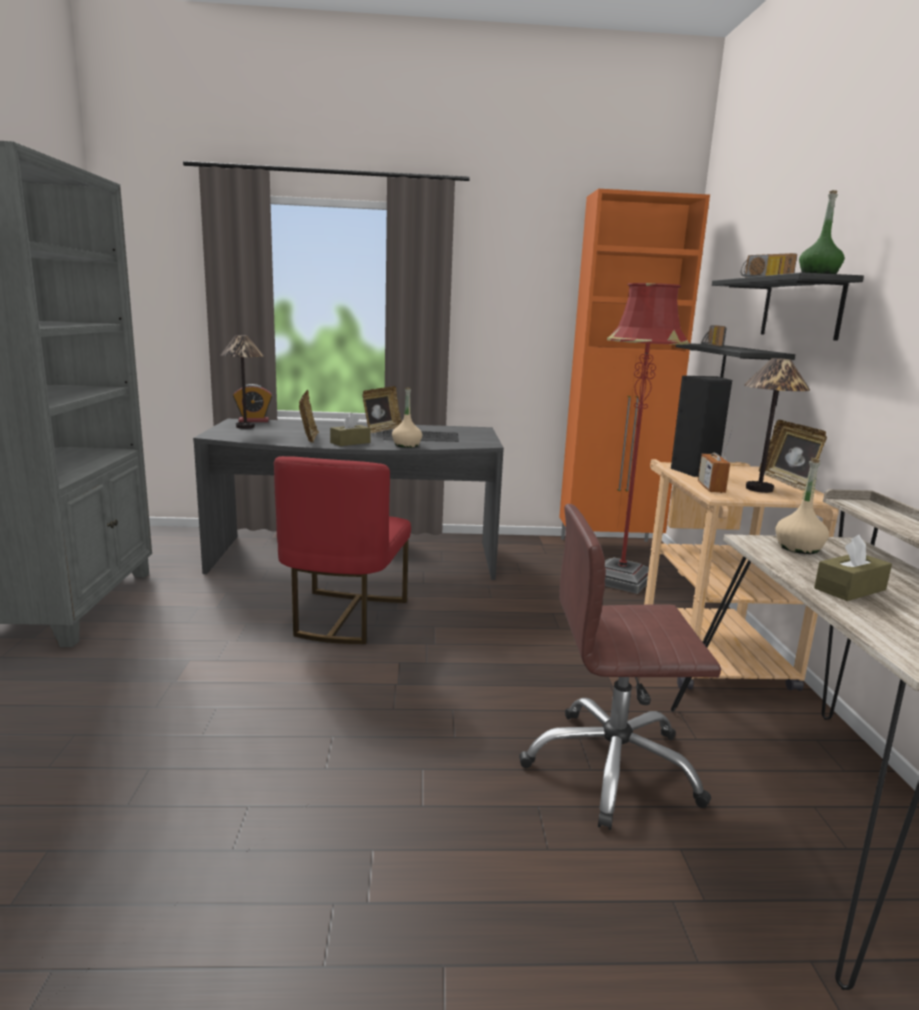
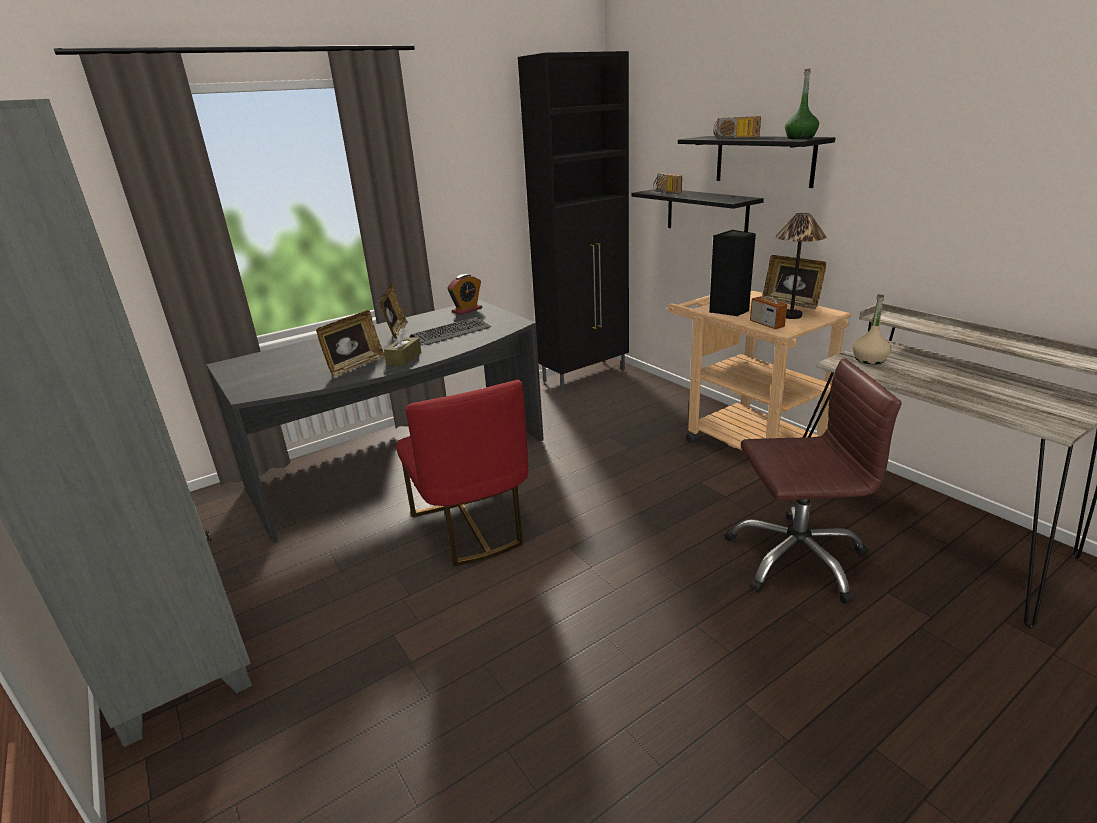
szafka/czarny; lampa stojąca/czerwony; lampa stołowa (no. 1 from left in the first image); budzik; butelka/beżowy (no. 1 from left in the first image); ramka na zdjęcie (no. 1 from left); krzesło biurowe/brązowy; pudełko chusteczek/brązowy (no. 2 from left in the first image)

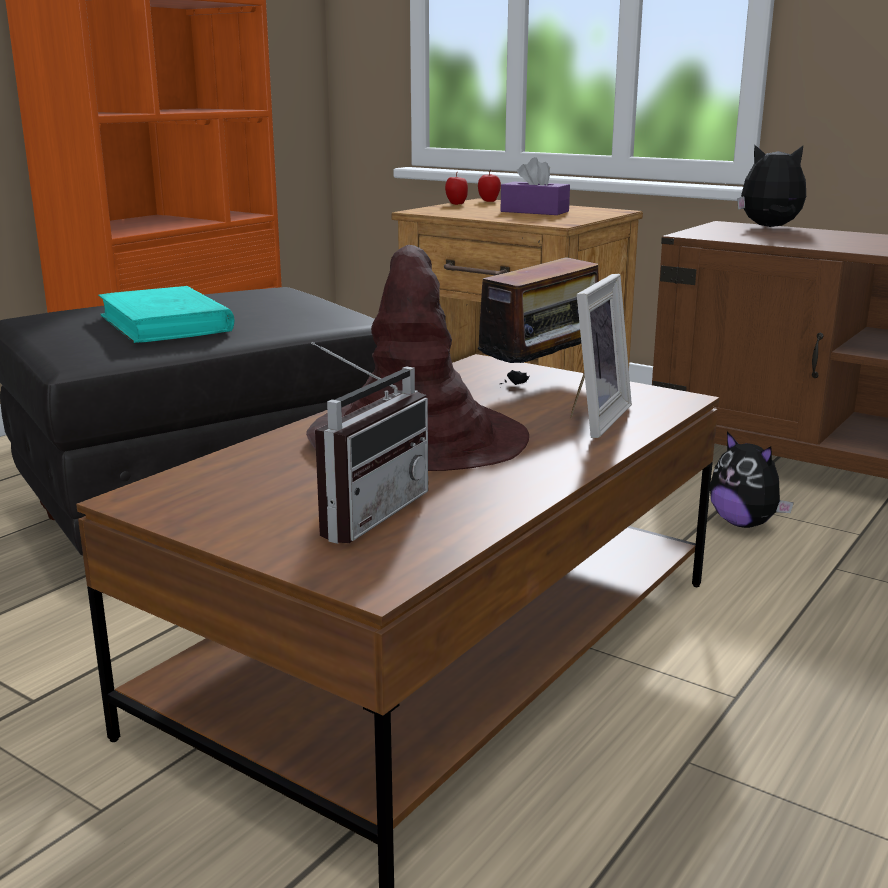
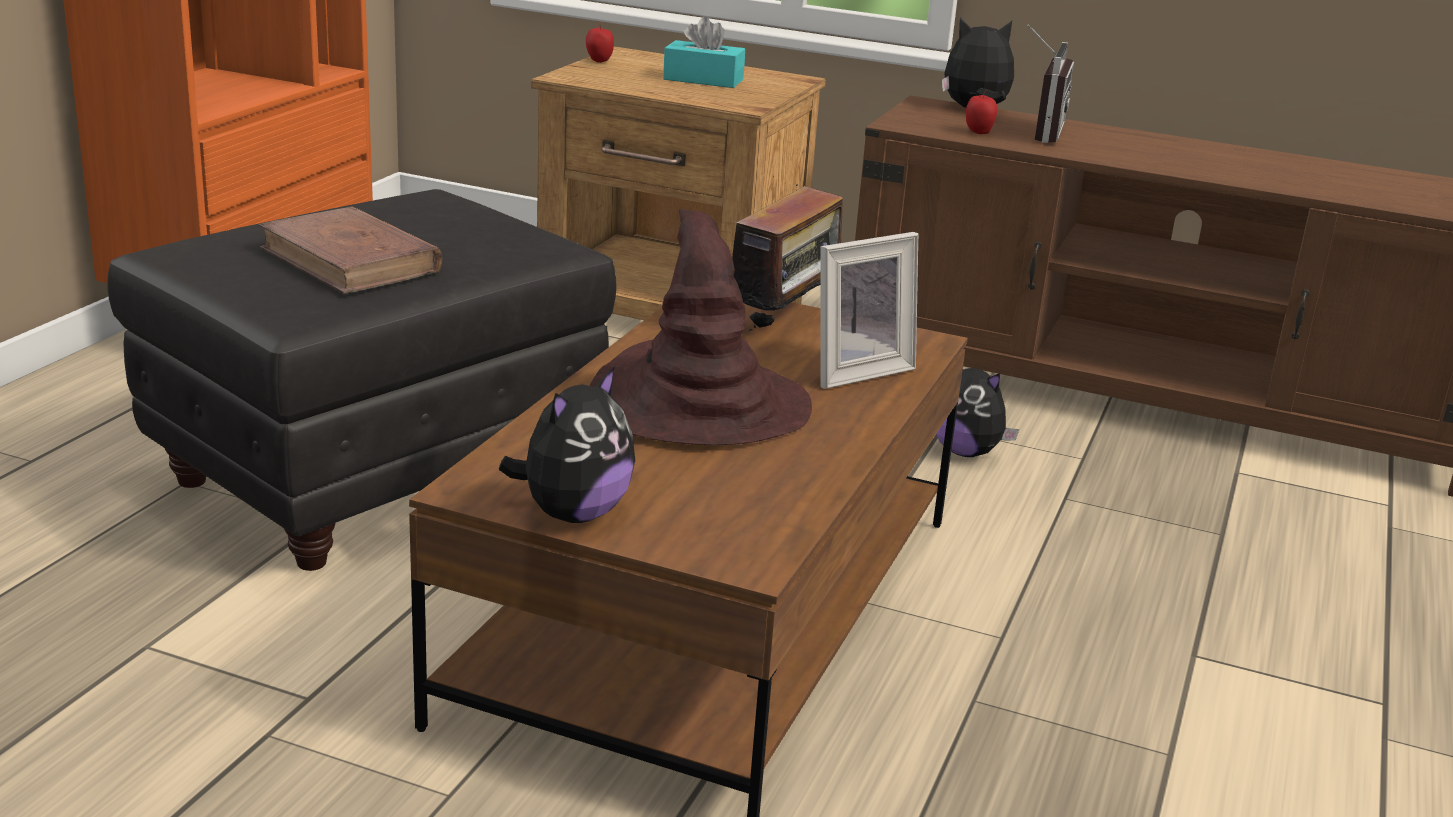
pudełko chusteczek/turkusowy; jabłko (no. 2 from left); ramka na zdjęcie; książka/brązowy; radio (no. 2 from left); pluszak (no. 1 from left)

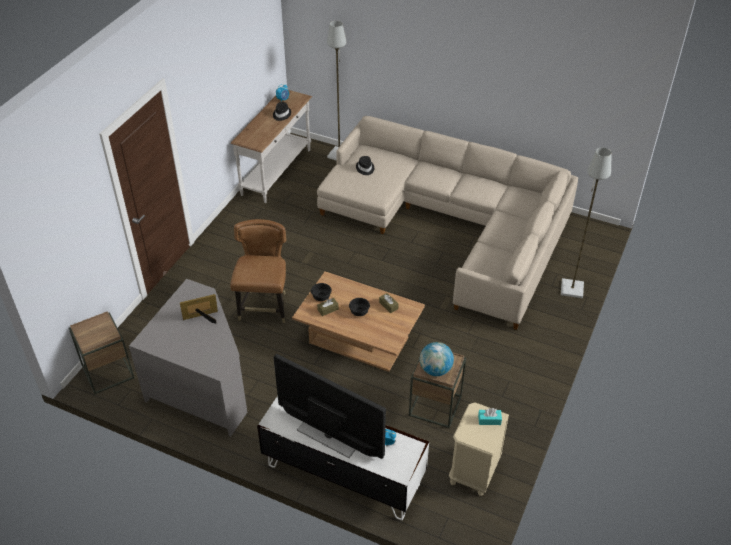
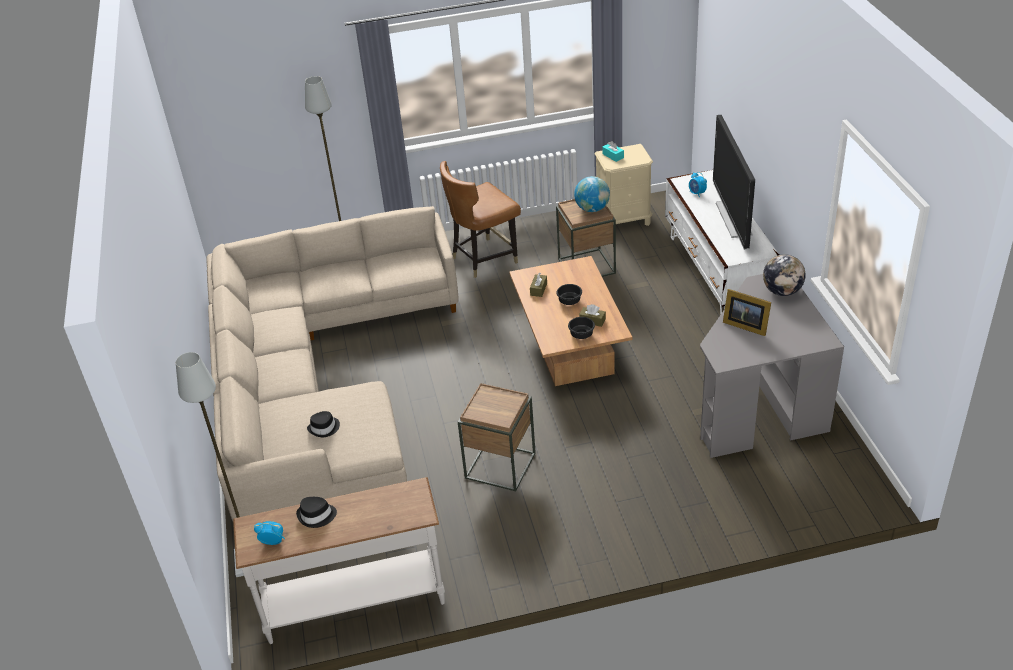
krzesło/brązowy; stolik/brązowy (no. 1 from left); globus (no. 2 from left)

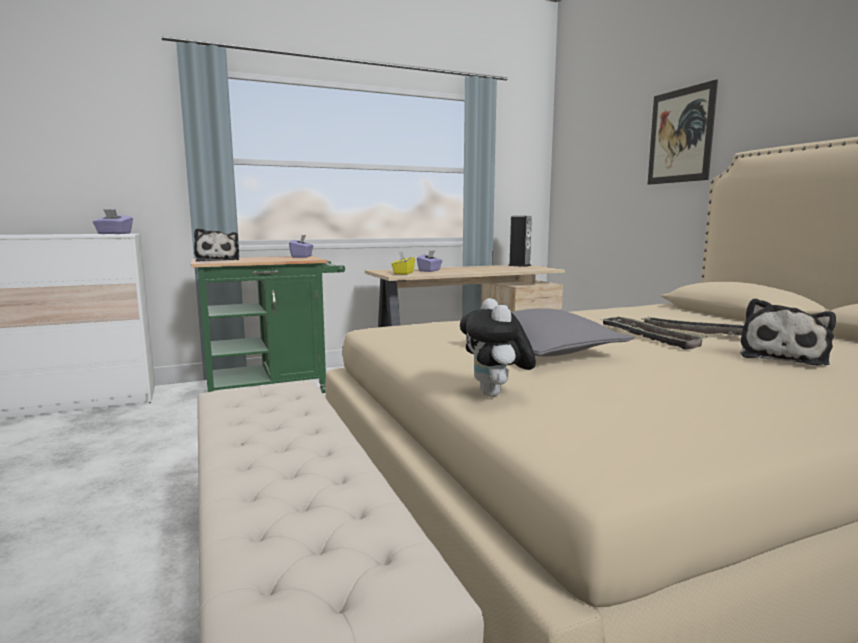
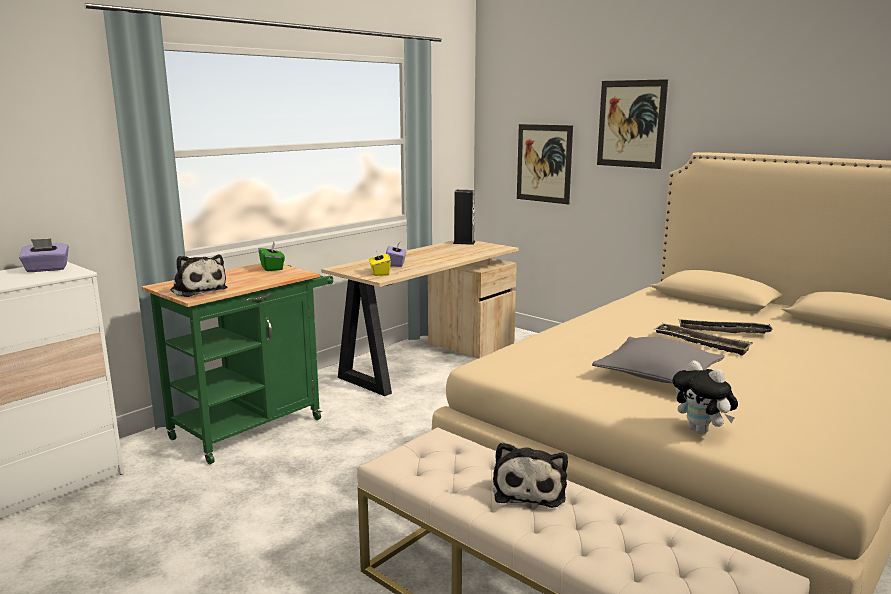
pudełko chusteczek/zielony; pluszak (no. 2 from left); obraz (no. 1 from left)

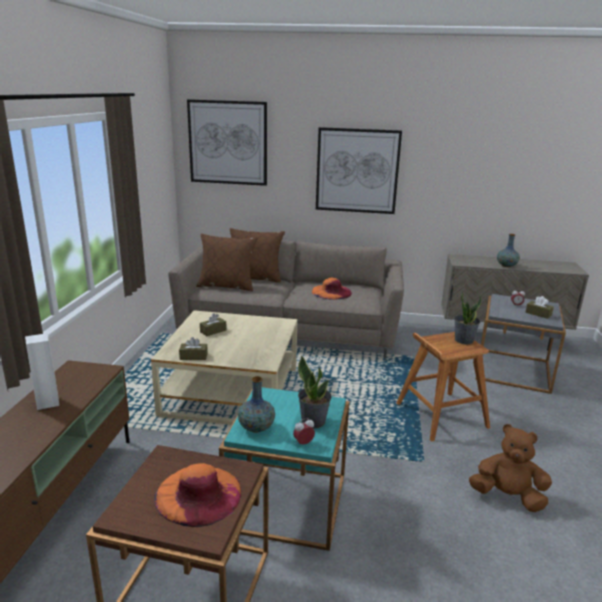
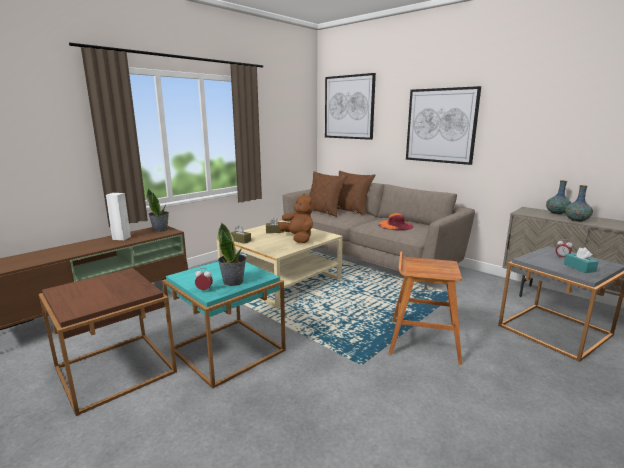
roślina doniczkowa (no. 1 from left); pudełko chusteczek/turkusowy; wazon (no. 1 from left); pluszak/brązowy; kapelusz/pomarańczowy (no. 1 from left in the first image)

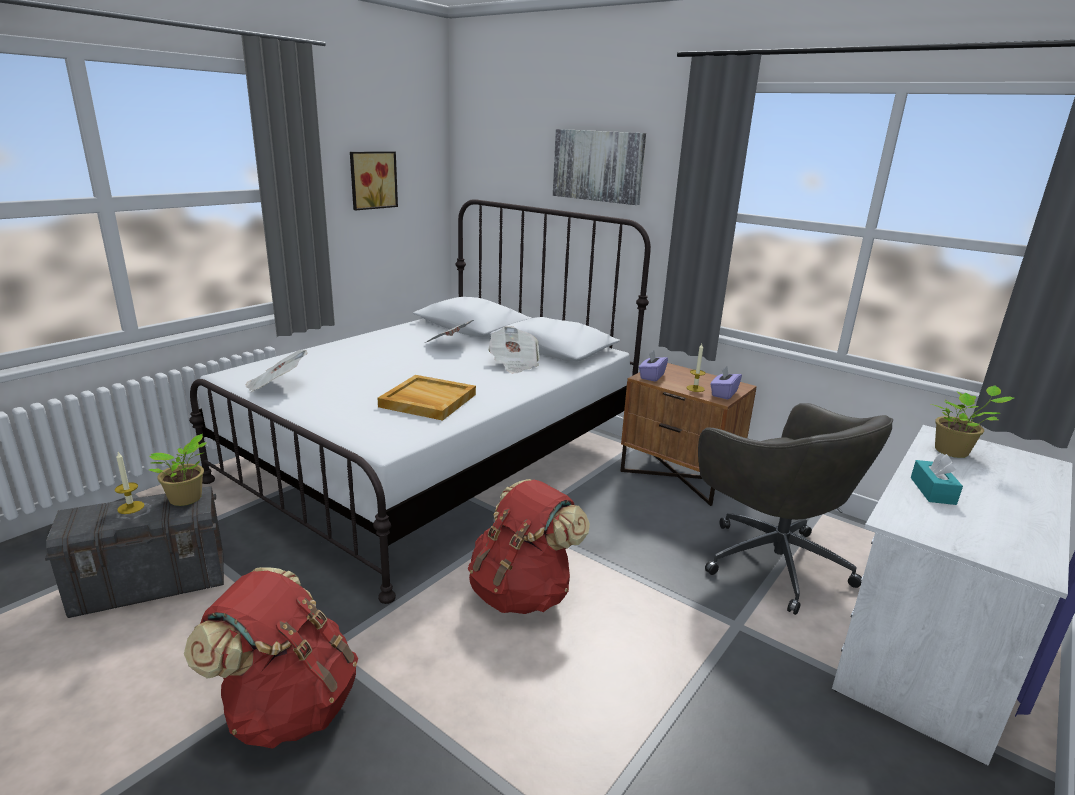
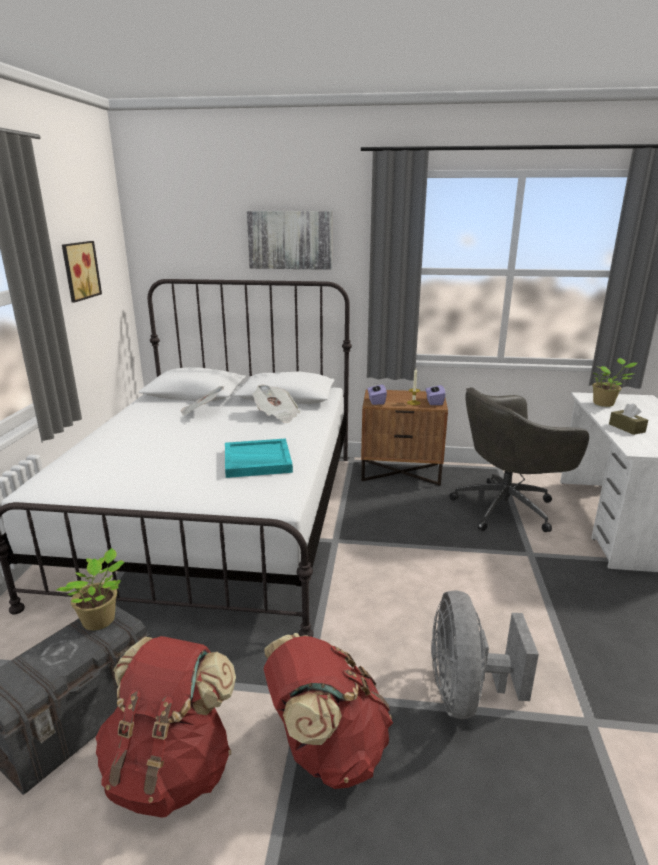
gazeta (no. 1 from left in the first image); taca/turkusowy; krzesło biurowe/szary; świeca (no. 1 from left in the first image); pudełko chusteczek/brązowy; plecak/czerwony (no. 1 from left); wentylator/szary

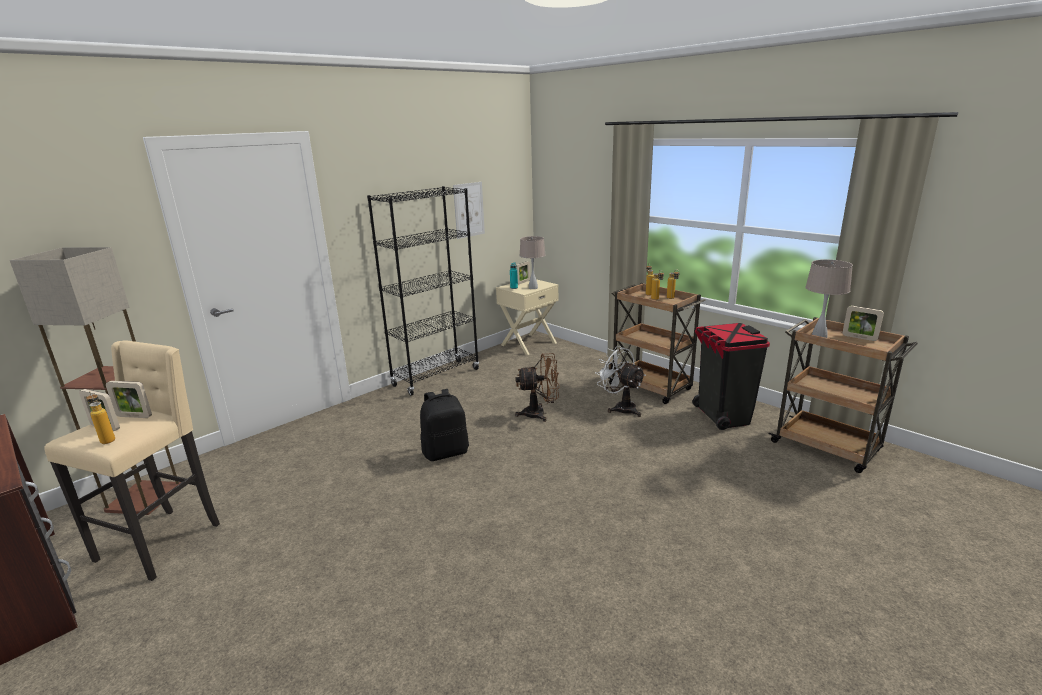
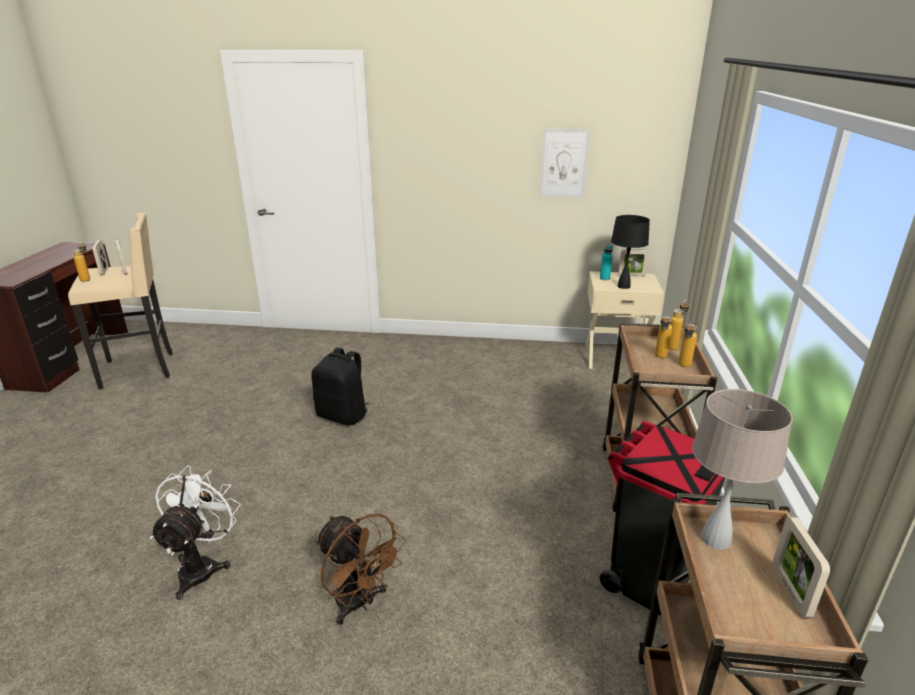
regał/czarny; lampa stołowa/czarny; lampa stojąca; wentylator/biały; wentylator/brązowy

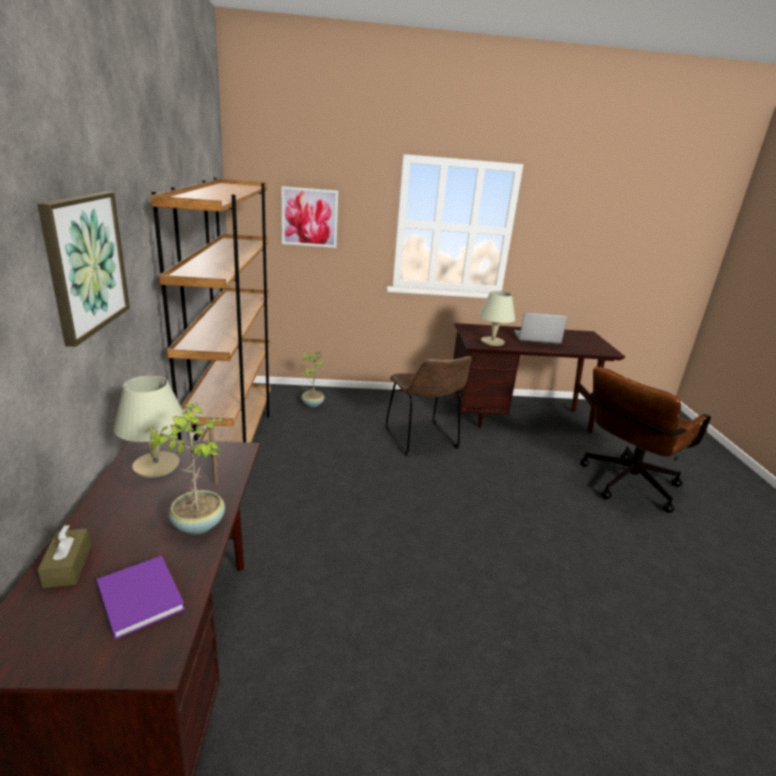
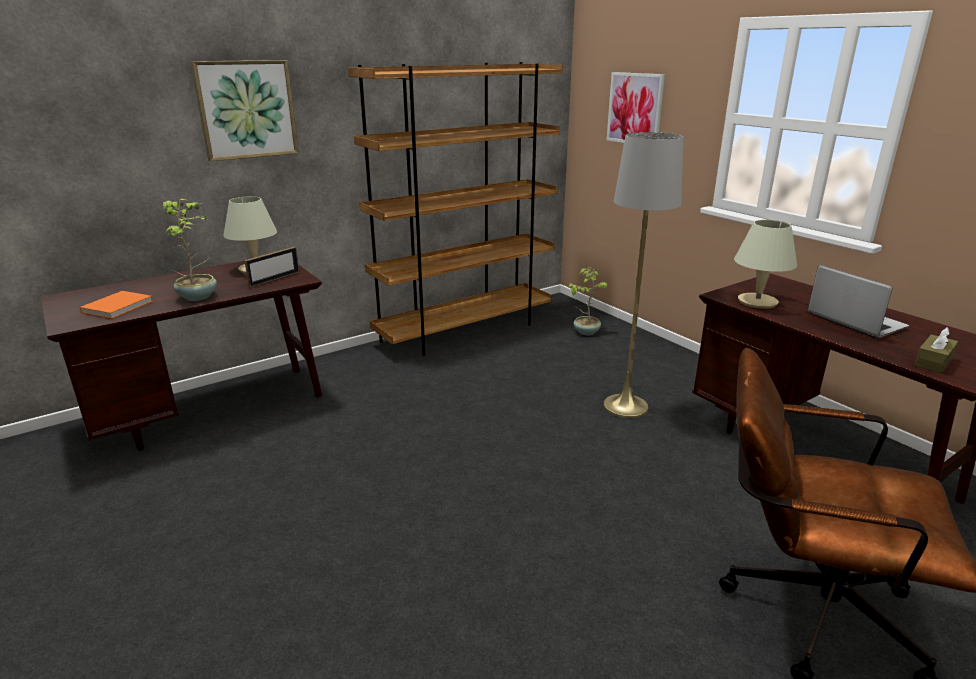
lampa stojąca/szary; pudełko chusteczek/brązowy; książka/pomarańczowy

